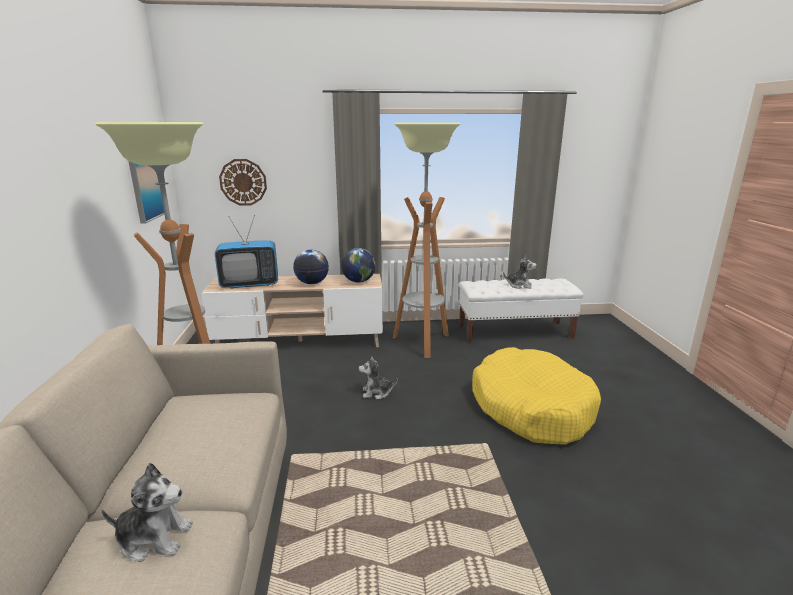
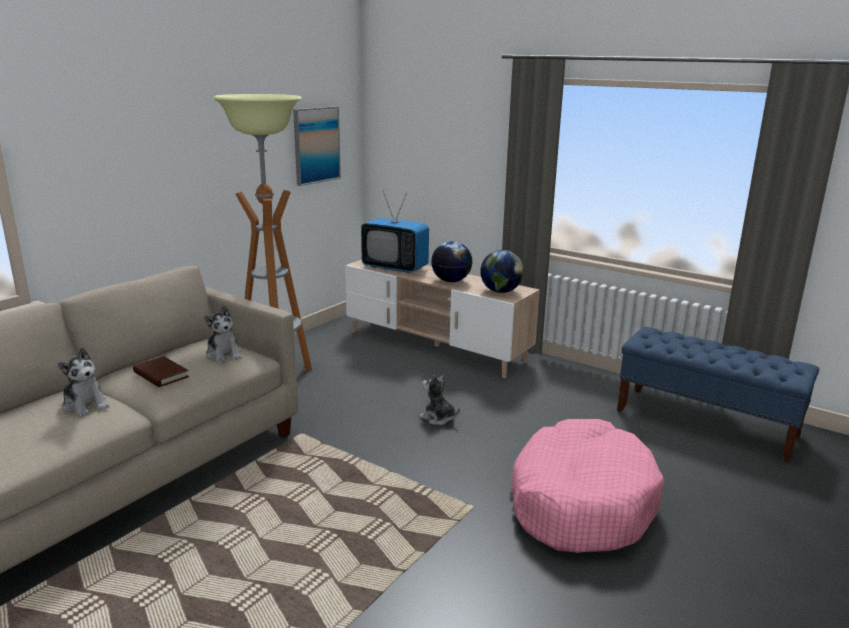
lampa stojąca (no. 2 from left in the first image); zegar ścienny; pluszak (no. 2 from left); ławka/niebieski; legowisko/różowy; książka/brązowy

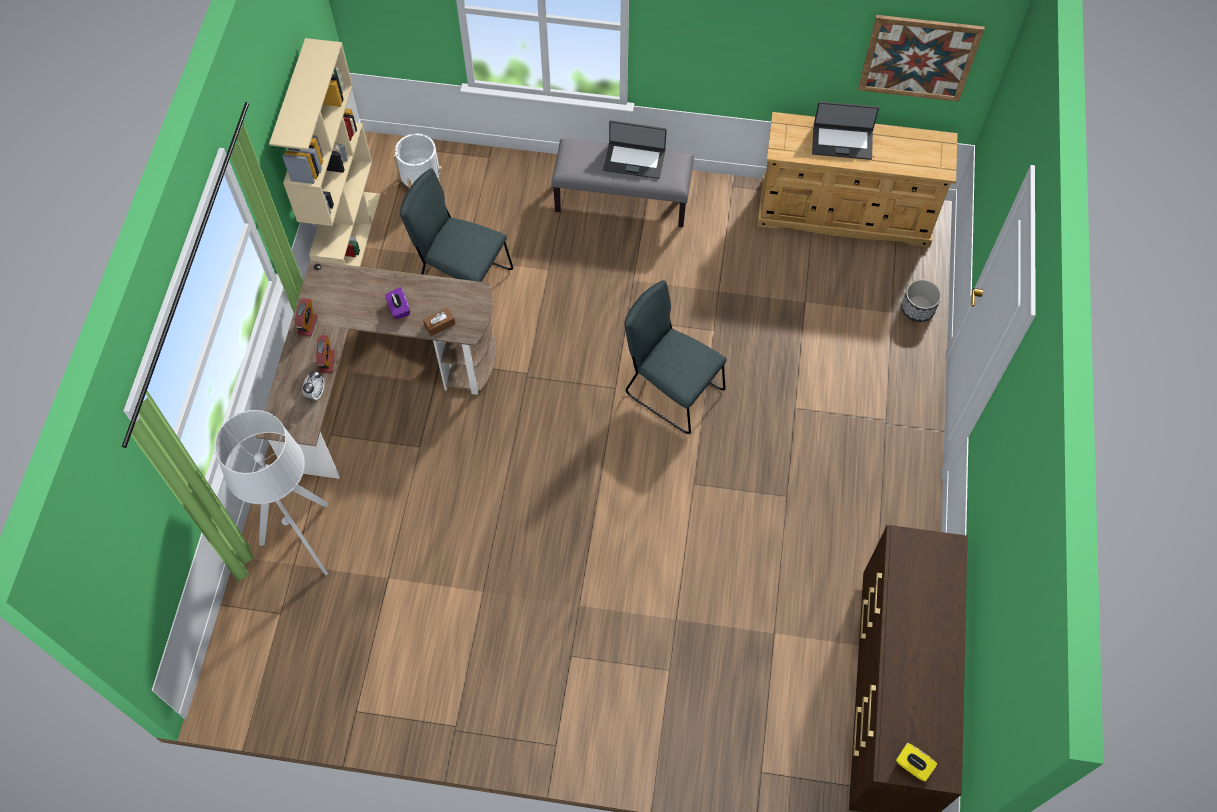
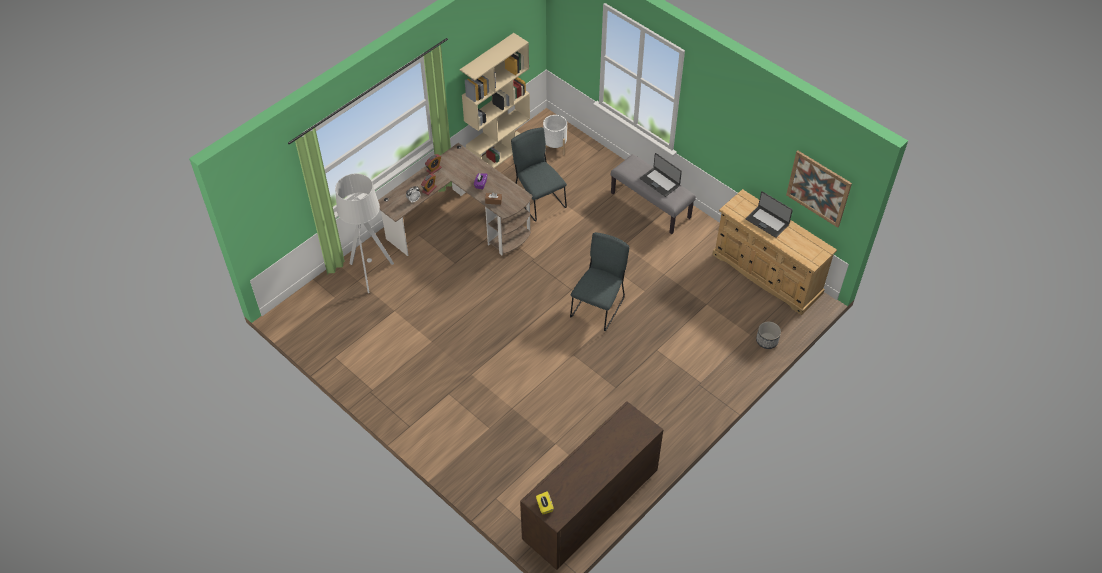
krzesło/szary (no. 2 from left)

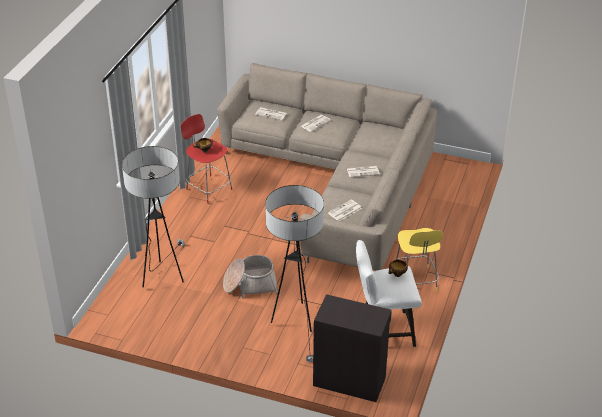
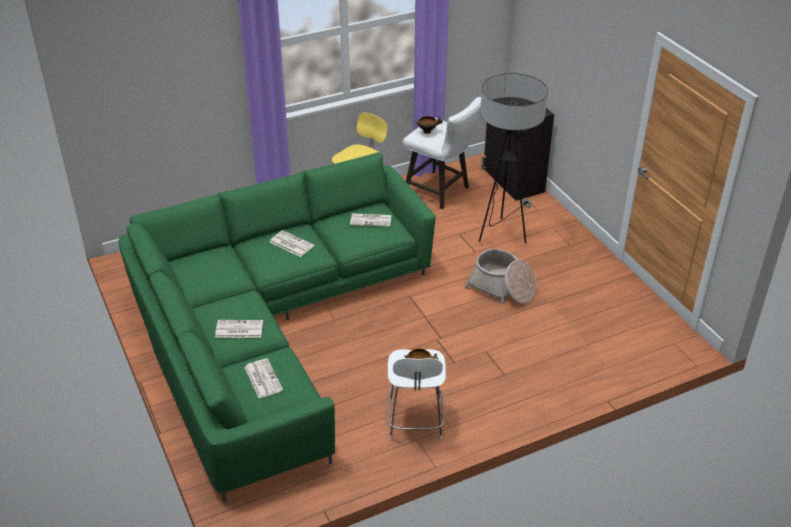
kanapa/zielony; stołek/biały (no. 1 from left); lampa stojąca (no. 1 from left in the first image)

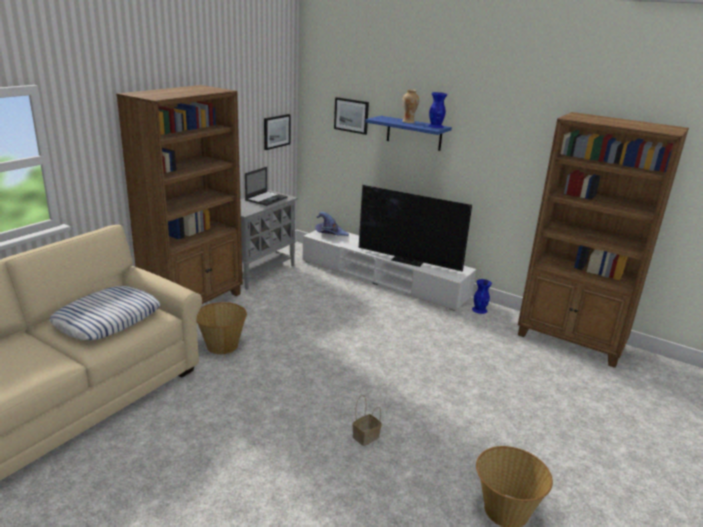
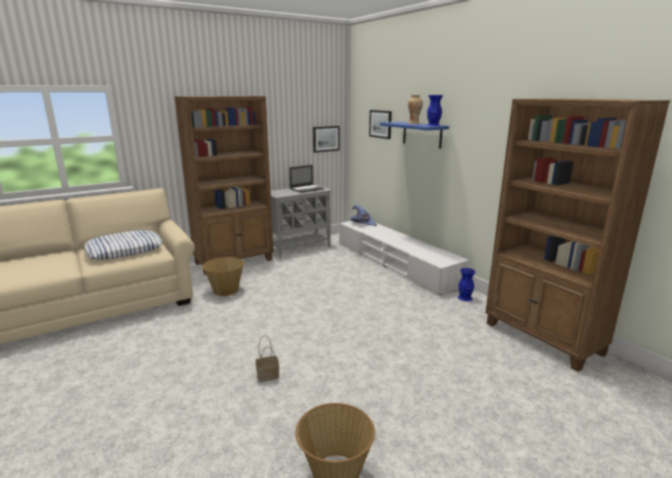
telewizor

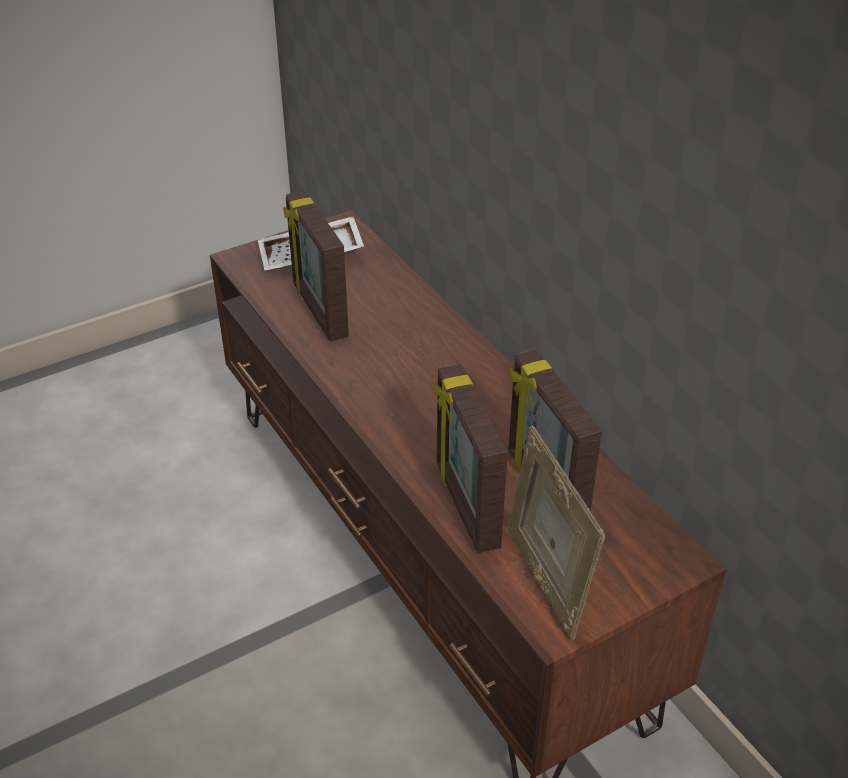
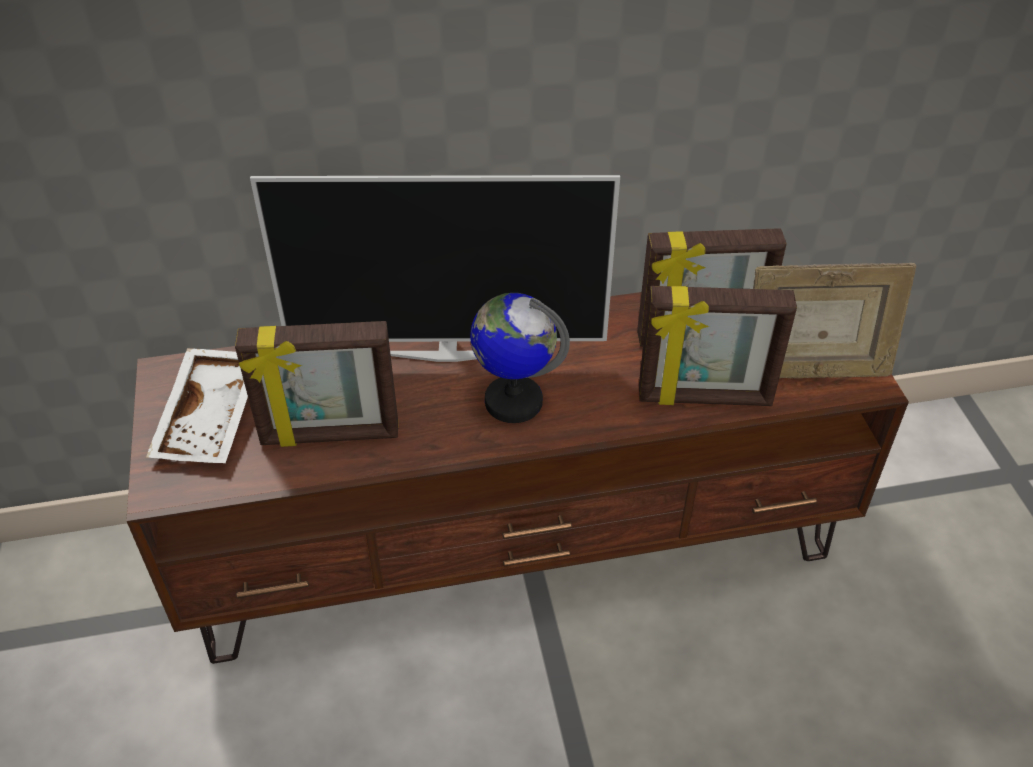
telewizor; globus

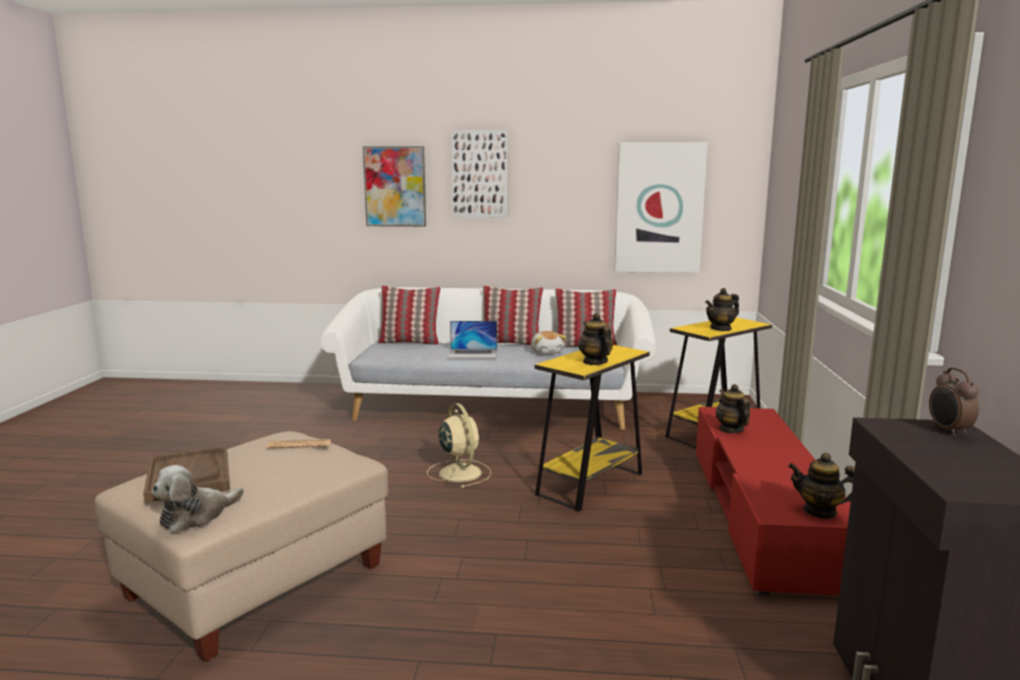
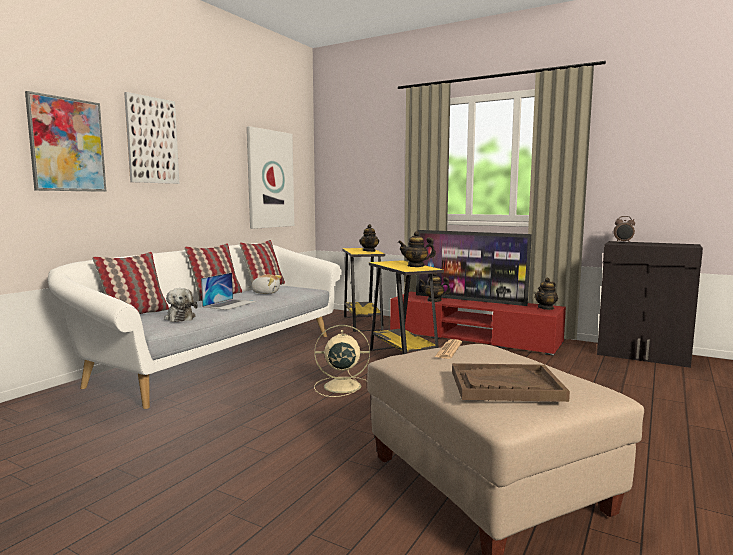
pluszak (no. 1 from left); telewizor

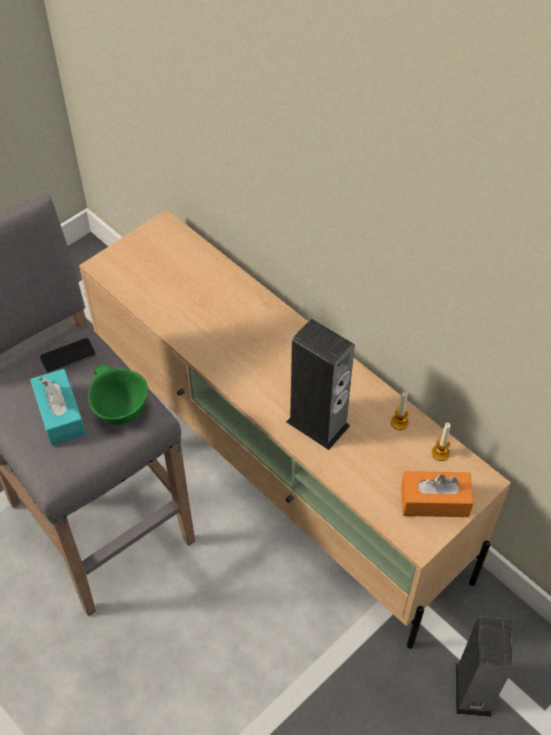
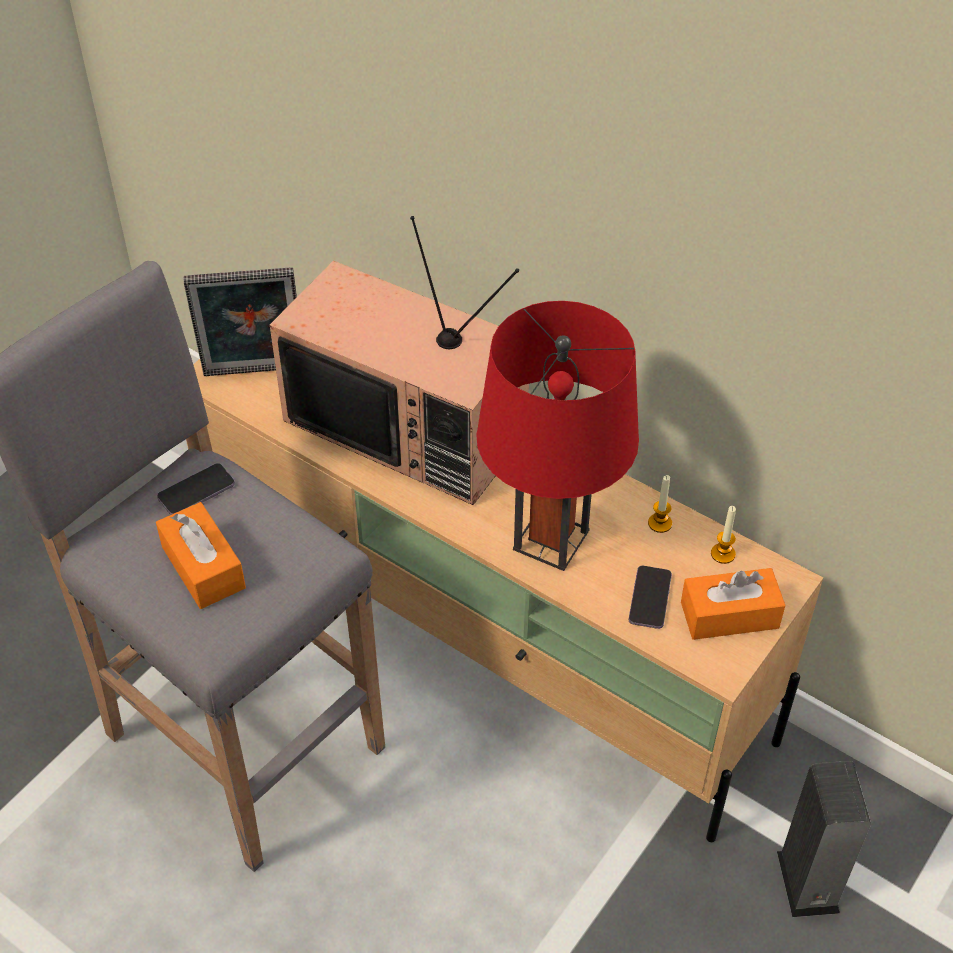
lampa stołowa/czerwony; miska/zielony; pudełko chusteczek/pomarańczowy (no. 1 from left); telewizor; ramka na zdjęcie; telefon (no. 2 from left)

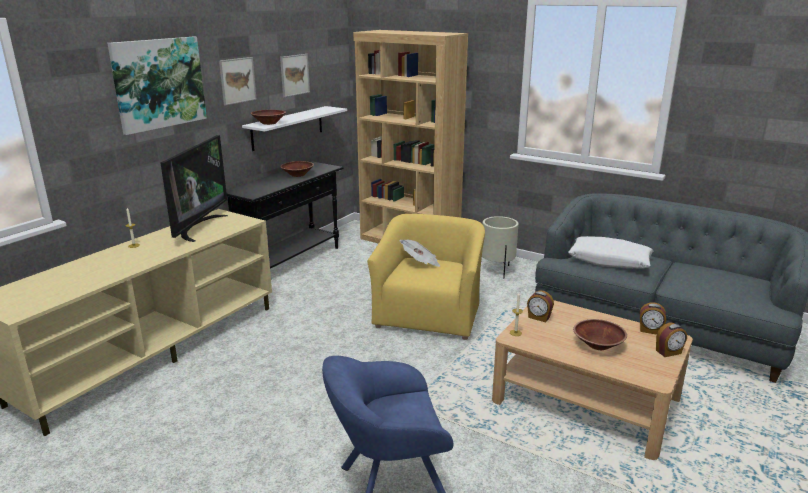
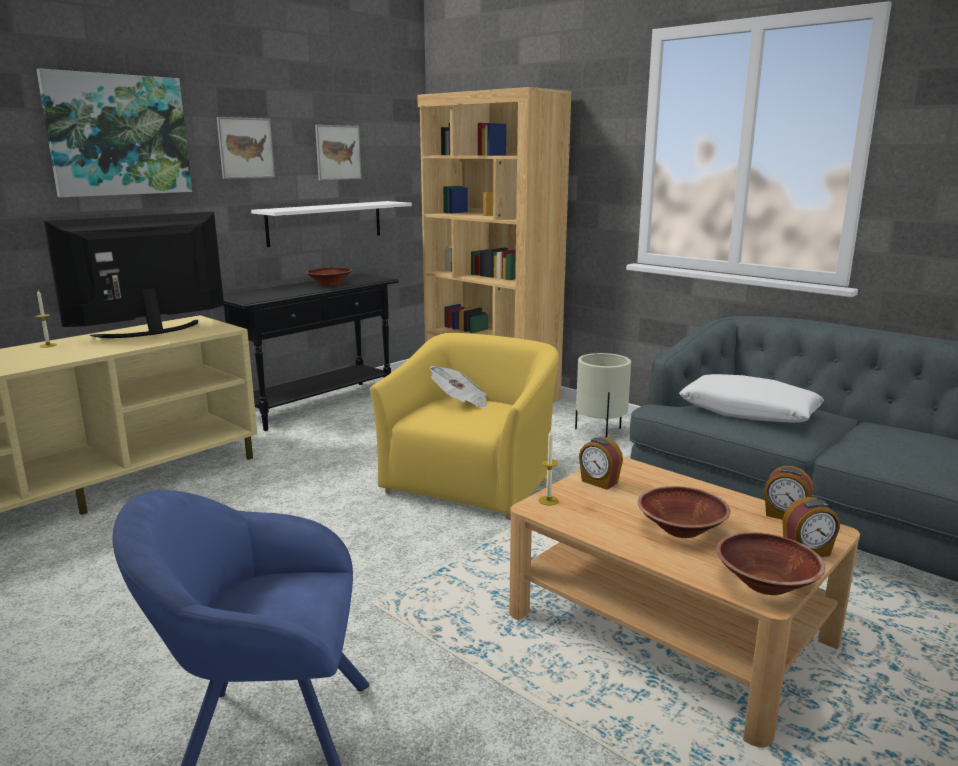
miska/brązowy (no. 3 from left); telewizor

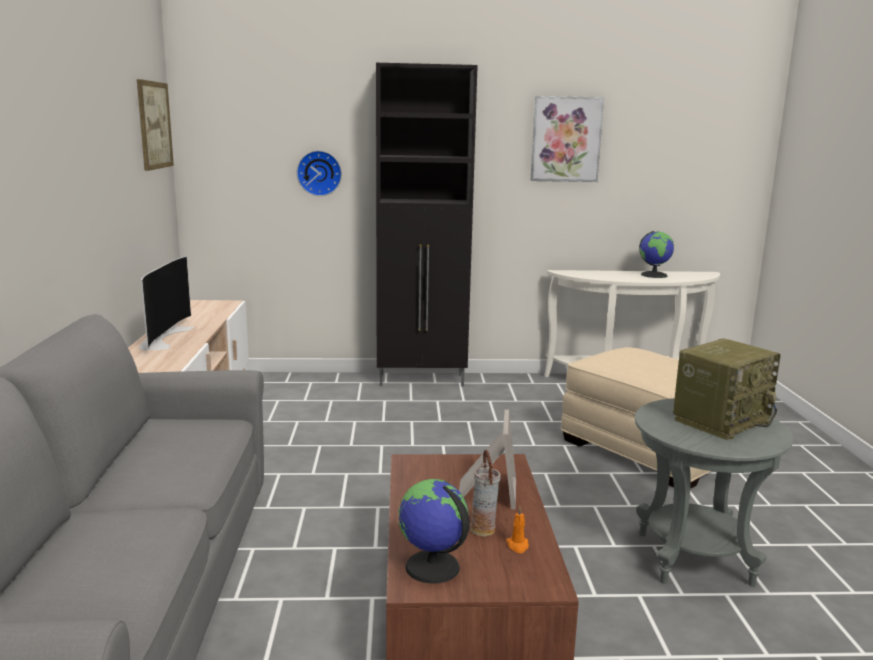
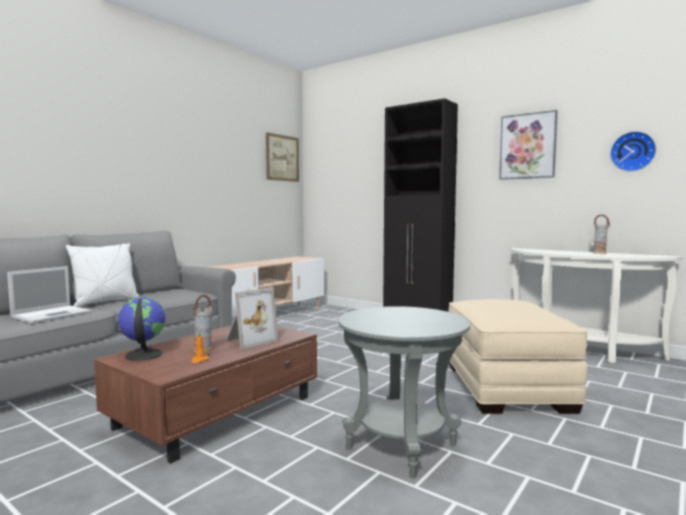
zegar ścienny; wazon (no. 2 from left); telewizor; radio; poduszka/biały; laptop

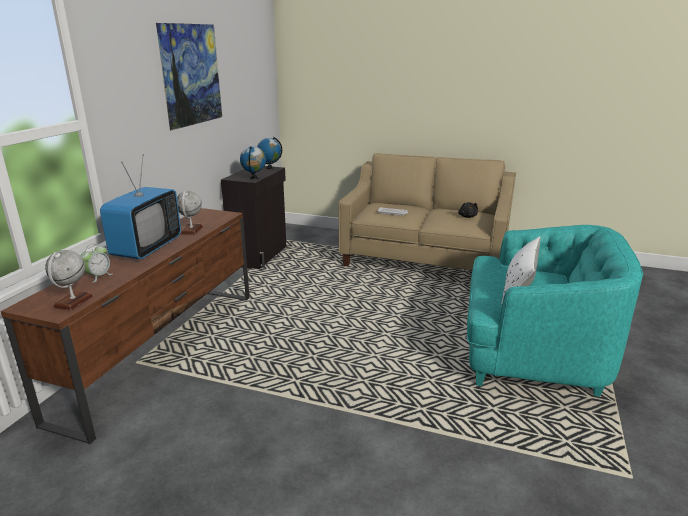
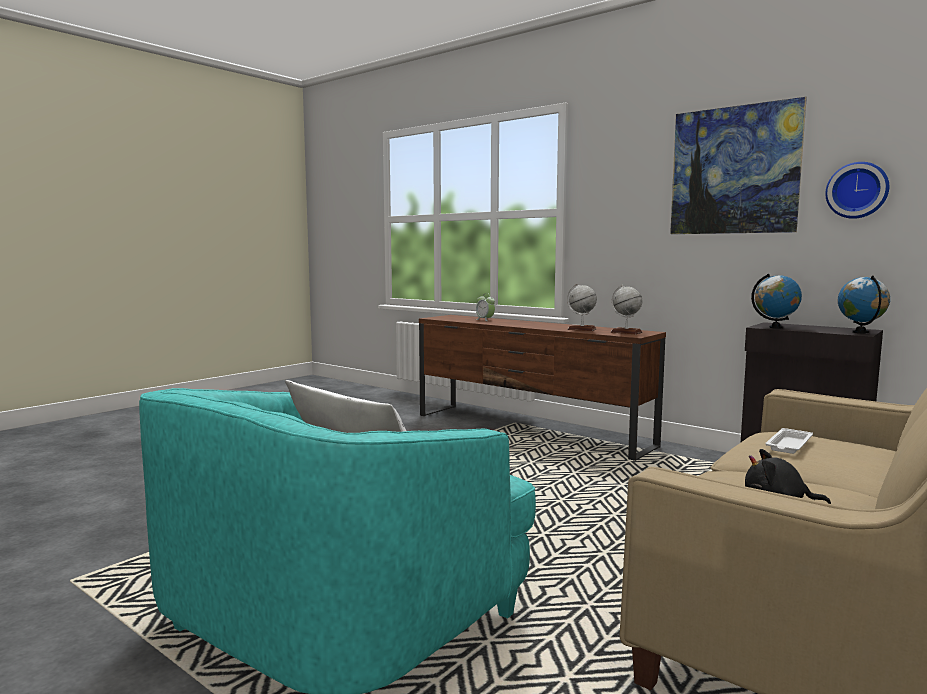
telewizor; globus (no. 2 from left); zegar ścienny

